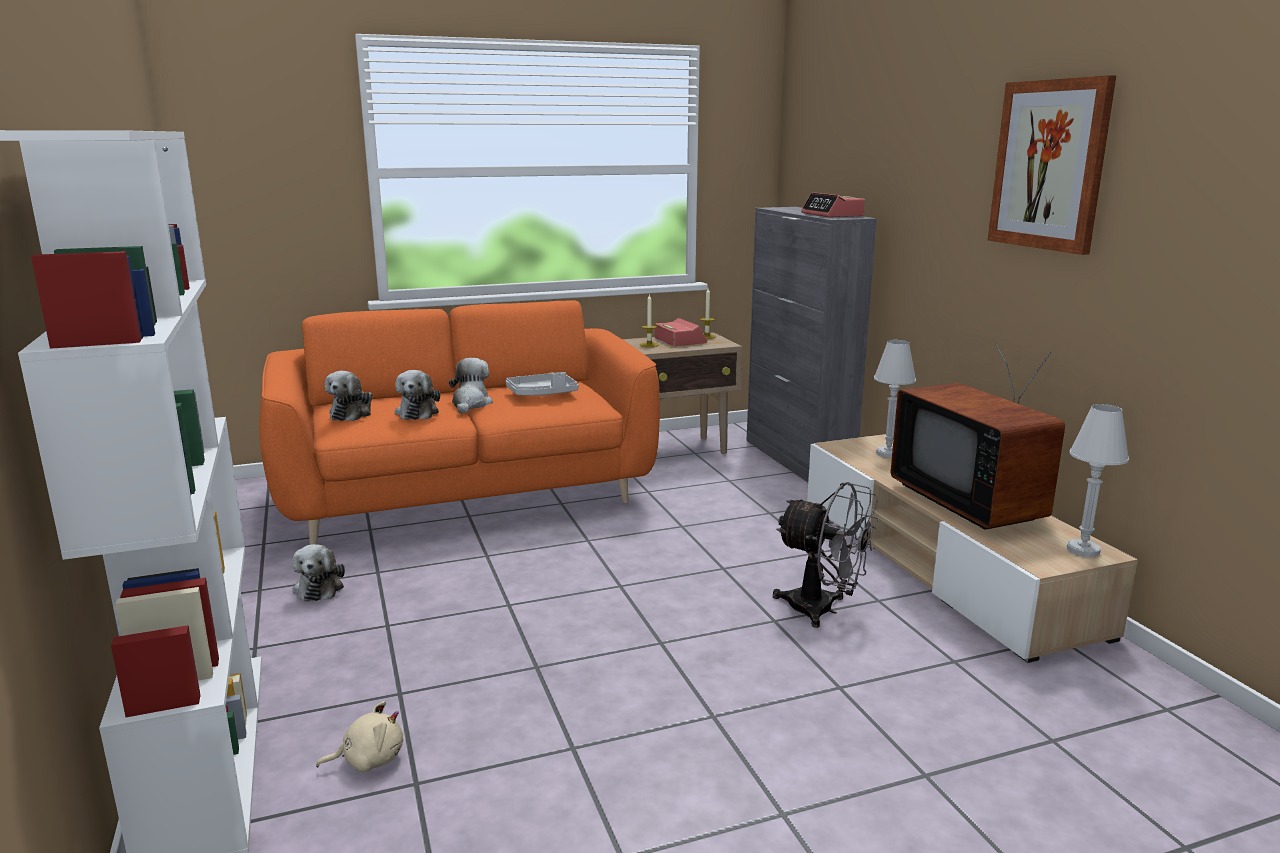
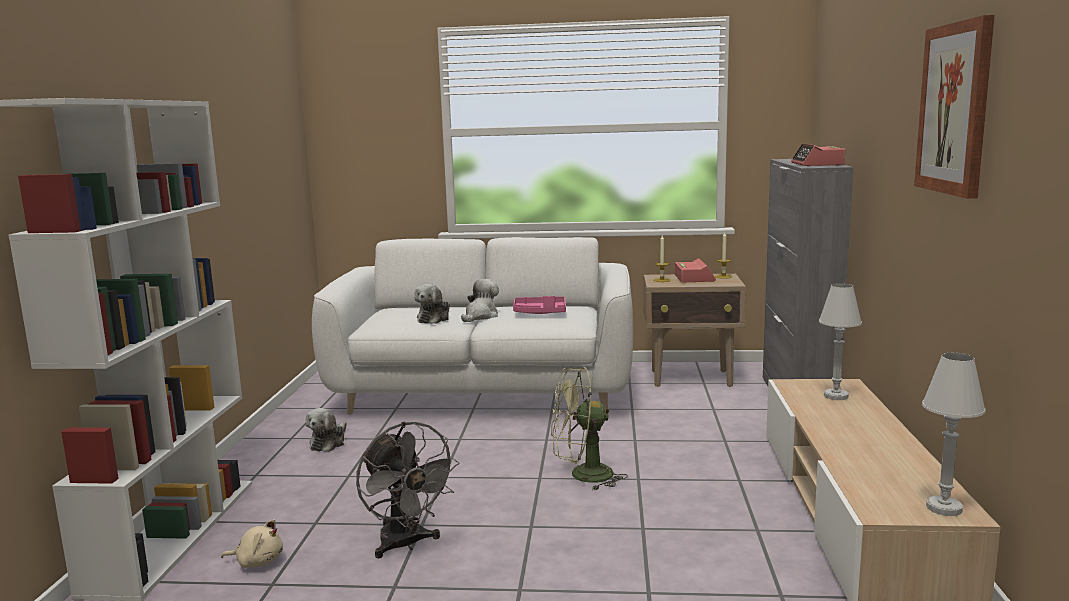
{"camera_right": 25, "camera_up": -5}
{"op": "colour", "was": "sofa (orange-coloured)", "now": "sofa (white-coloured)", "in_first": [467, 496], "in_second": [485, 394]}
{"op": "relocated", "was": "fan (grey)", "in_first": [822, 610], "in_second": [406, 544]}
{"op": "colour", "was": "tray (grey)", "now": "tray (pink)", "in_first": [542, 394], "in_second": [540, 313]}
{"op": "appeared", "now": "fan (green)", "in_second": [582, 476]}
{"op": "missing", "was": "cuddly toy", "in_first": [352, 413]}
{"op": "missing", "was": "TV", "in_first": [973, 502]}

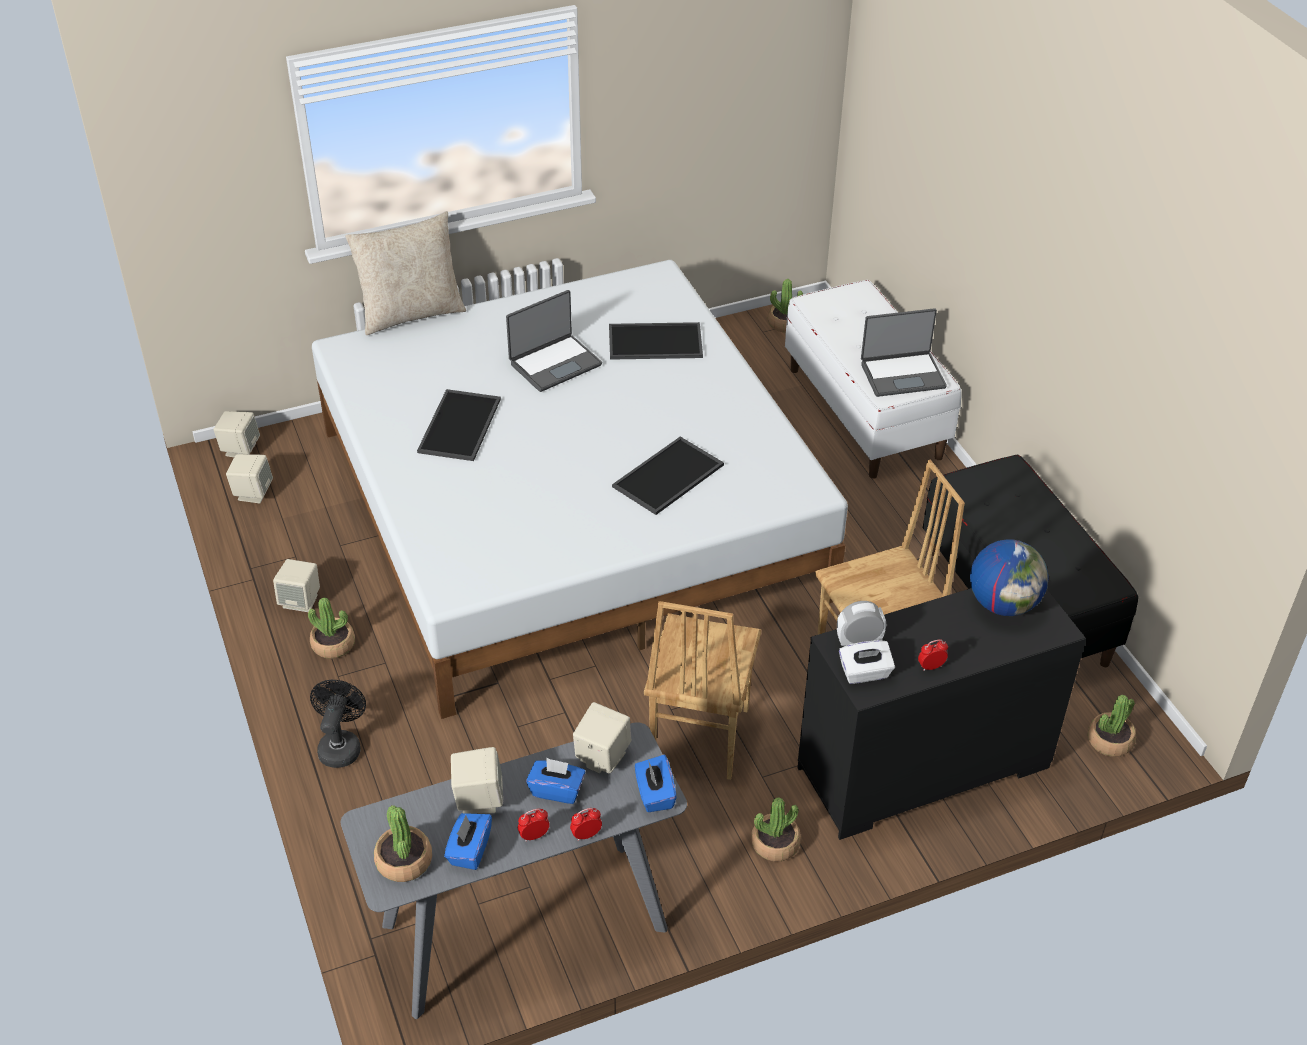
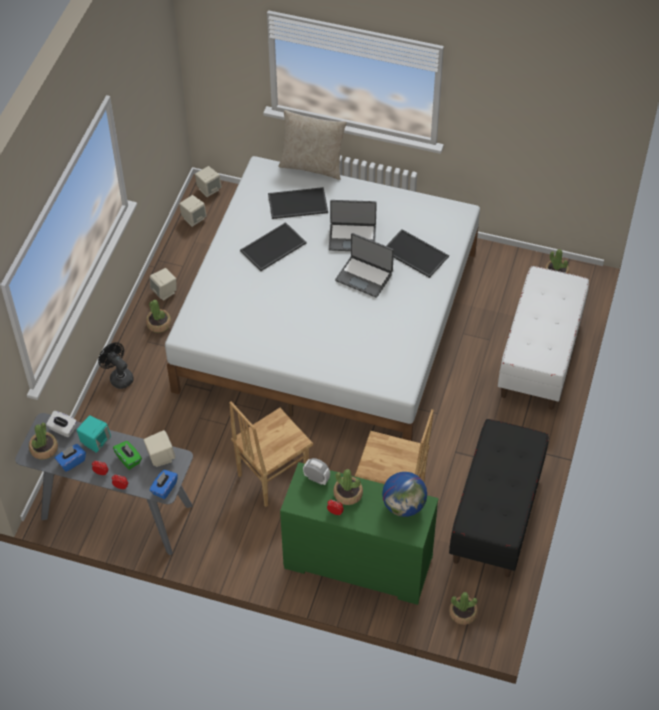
{"camera_right": 40, "camera_up": 10}
{"op": "relocated", "was": "tissue box (white-coloured)", "in_first": [865, 673], "in_second": [63, 429]}
{"op": "colour", "was": "speaker (sand-coloured)", "now": "speaker (turquoise-coloured)", "in_first": [478, 799], "in_second": [95, 442]}
{"op": "spun", "was": "fan (blackish)", "in_first": [341, 745], "in_second": [119, 377], "clockwise": -90}
{"op": "colour", "was": "tissue box (bluish)", "now": "tissue box (green)", "in_first": [557, 790], "in_second": [128, 459]}
{"op": "relocated", "was": "tray", "in_first": [668, 477], "in_second": [297, 204]}
{"op": "colour", "was": "drawer chest (blackish)", "now": "drawer chest (green)", "in_first": [923, 769], "in_second": [357, 563]}
{"op": "relocated", "was": "houseplant", "in_first": [775, 843], "in_second": [348, 494]}
{"op": "relocated", "was": "notebook computer", "in_first": [902, 374], "in_second": [364, 276]}

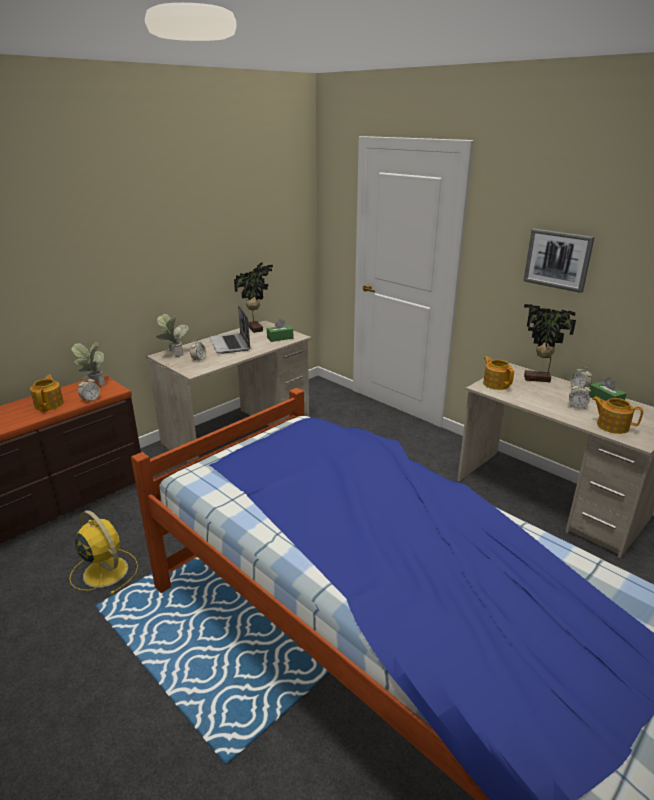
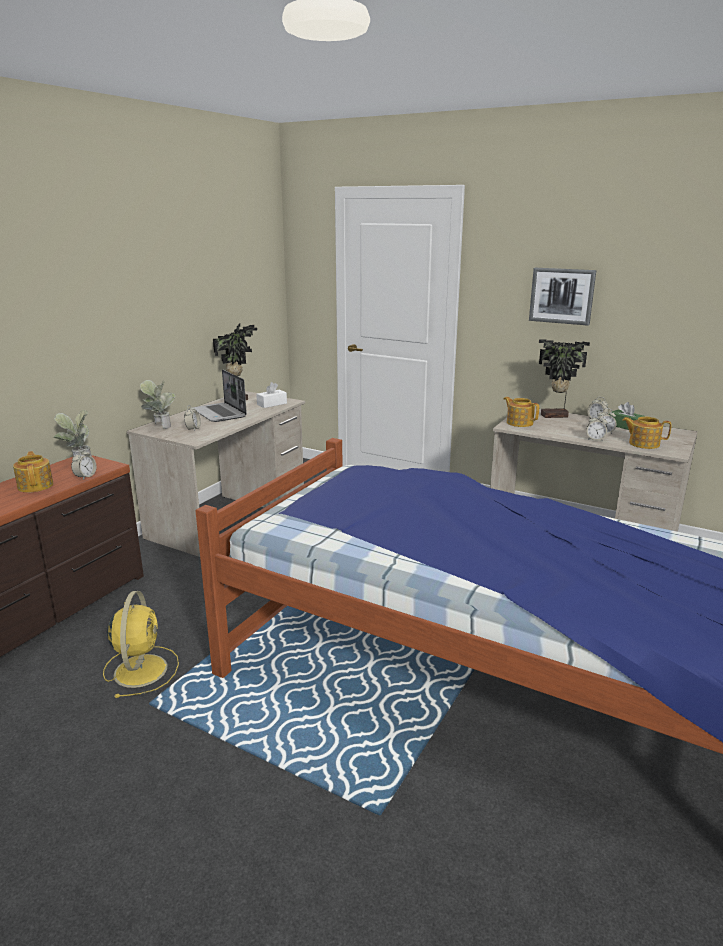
{"camera_right": -15, "camera_up": -5}
{"op": "spun", "was": "fan (yellow)", "in_first": [104, 571], "in_second": [141, 669], "clockwise": 60}
{"op": "colour", "was": "tissue box (green)", "now": "tissue box (white-coloured)", "in_first": [280, 338], "in_second": [272, 404]}
{"op": "appeared", "now": "table clock", "in_second": [595, 439]}

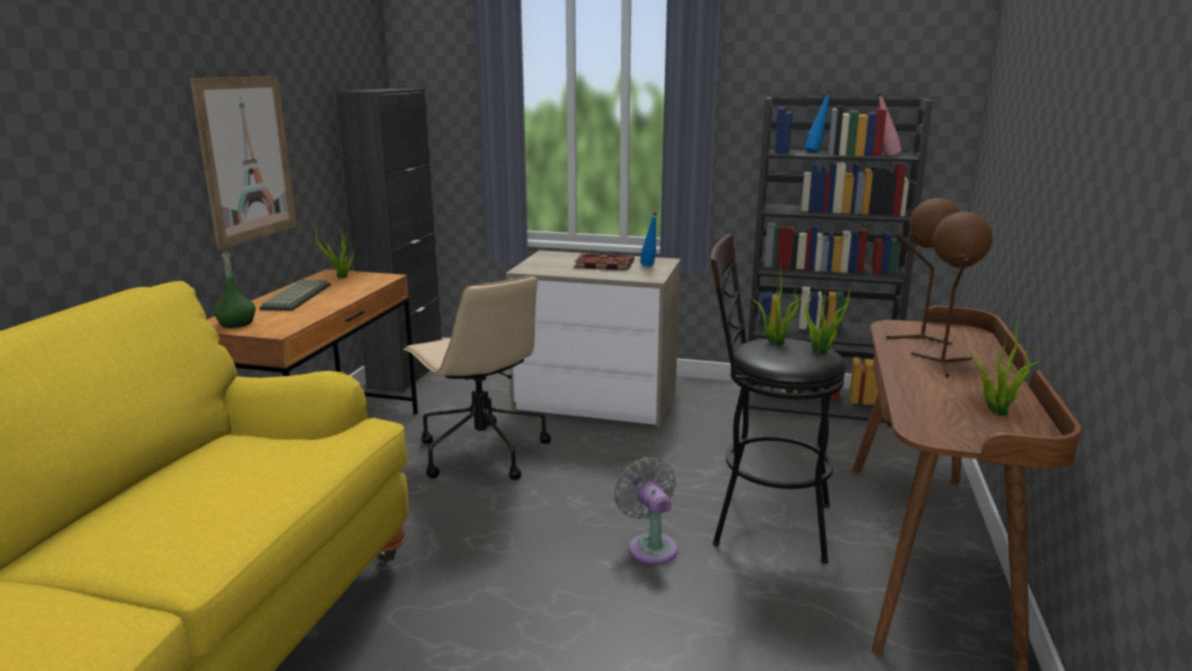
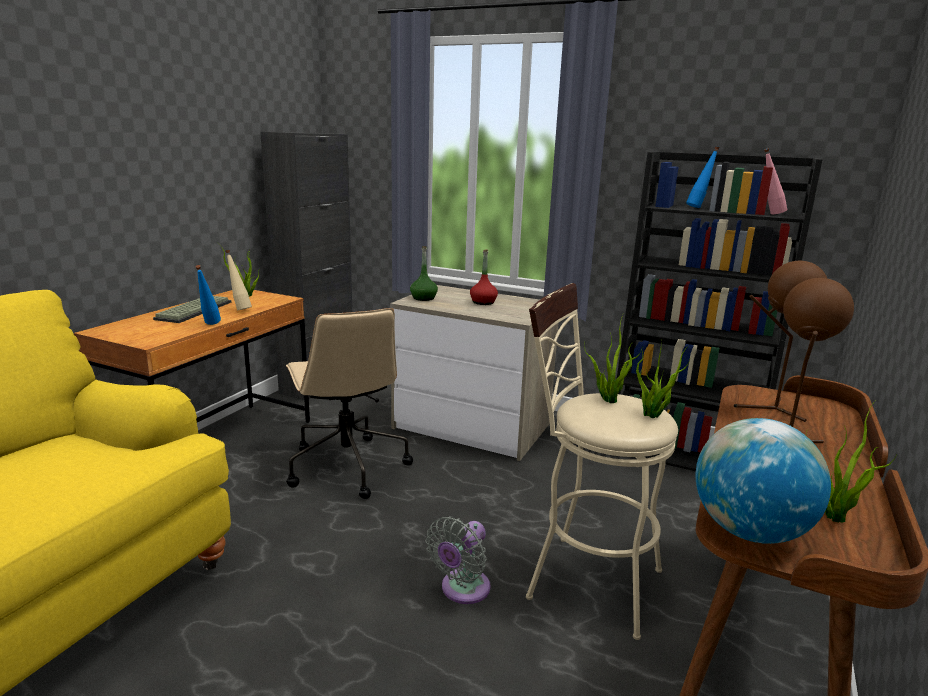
{"camera_right": 10, "camera_up": 0}
{"op": "relocated", "was": "beverage bottle (bluish)", "in_first": [649, 266], "in_second": [209, 325]}
{"op": "appeared", "now": "beverage bottle (sand-coloured)", "in_second": [239, 309]}
{"op": "relocated", "was": "beverage bottle (green)", "in_first": [236, 323], "in_second": [423, 298]}
{"op": "spun", "was": "fan (grey)", "in_first": [650, 546], "in_second": [462, 590], "clockwise": -135}
{"op": "exchanged", "was": "bound book", "now": "beverage bottle (red-coloured)", "in_first": [602, 264], "in_second": [483, 302]}
{"op": "colour", "was": "stool seat (blackish)", "now": "stool seat (sand-coloured)", "in_first": [760, 522], "in_second": [583, 579]}
{"op": "appeared", "now": "world globe", "in_second": [748, 531]}
{"op": "missing", "was": "wall picture", "in_first": [246, 159]}

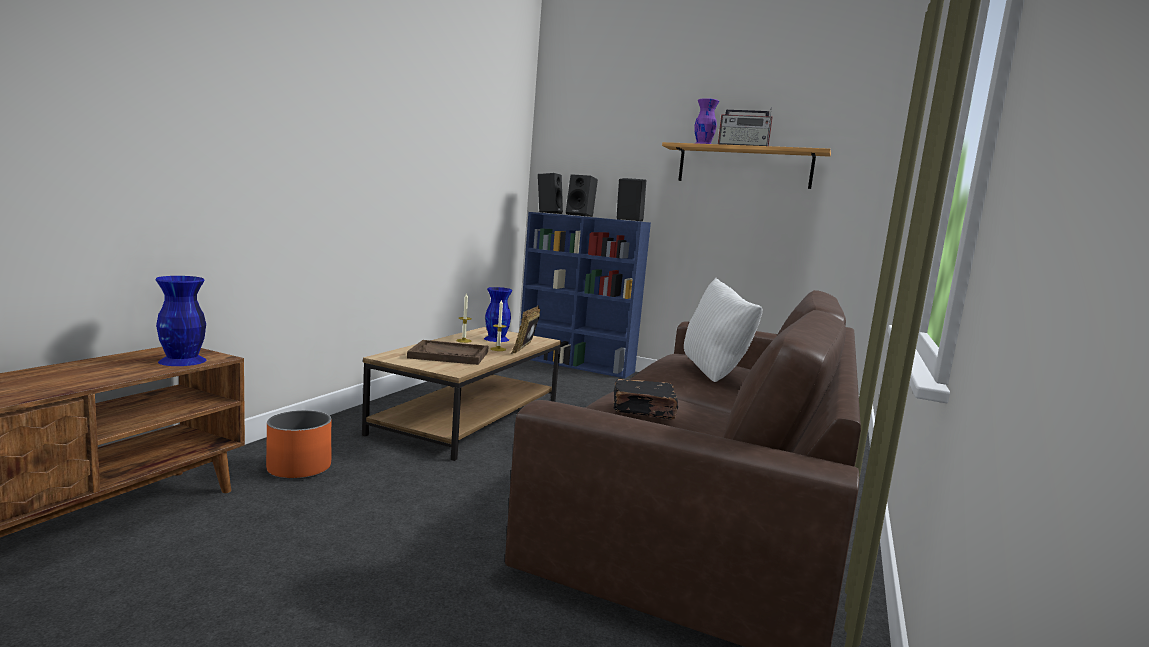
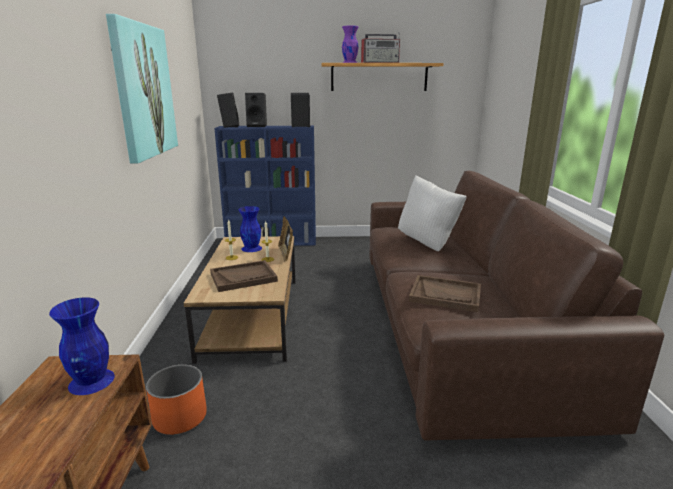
{"camera_right": -25, "camera_up": 10}
{"op": "appeared", "now": "wall picture", "in_second": [143, 91]}
{"op": "exchanged", "was": "bound book (blackish)", "now": "tray (brown-coloured)", "in_first": [644, 411], "in_second": [445, 295]}

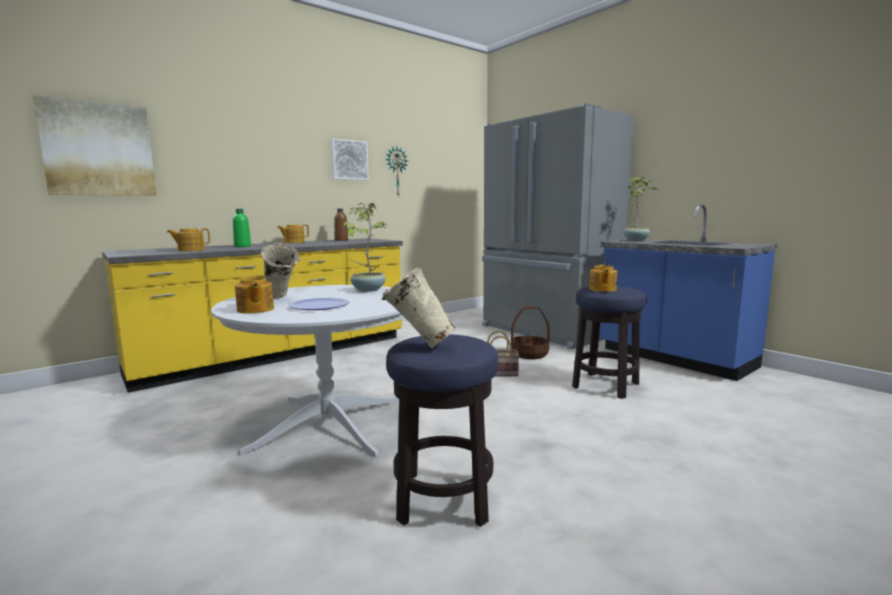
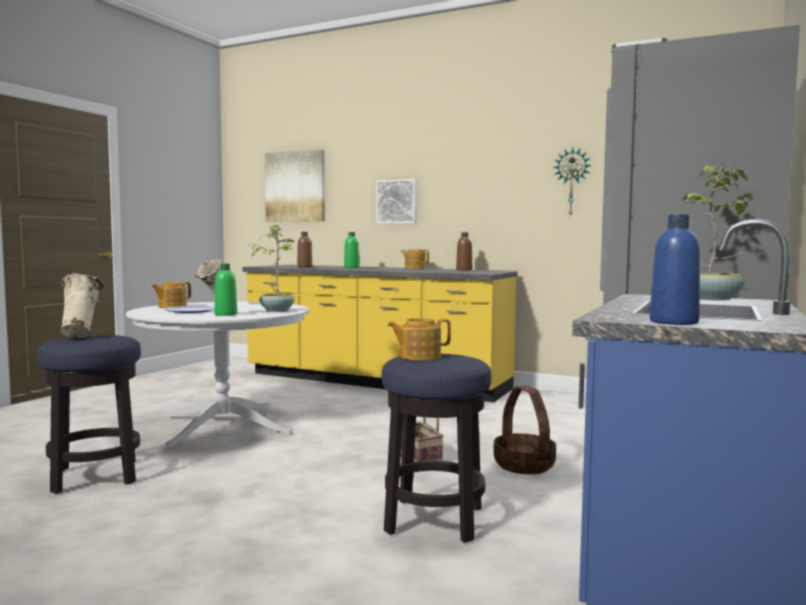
{"camera_right": 65, "camera_up": -5}
{"op": "appeared", "now": "beverage bottle (green)", "in_second": [226, 314]}
{"op": "exchanged", "was": "teapot", "now": "beverage bottle (brown-coloured)", "in_first": [190, 250], "in_second": [304, 267]}
{"op": "relocated", "was": "wall picture", "in_first": [349, 160], "in_second": [397, 201]}
{"op": "appeared", "now": "beverage bottle (bluish)", "in_second": [673, 322]}

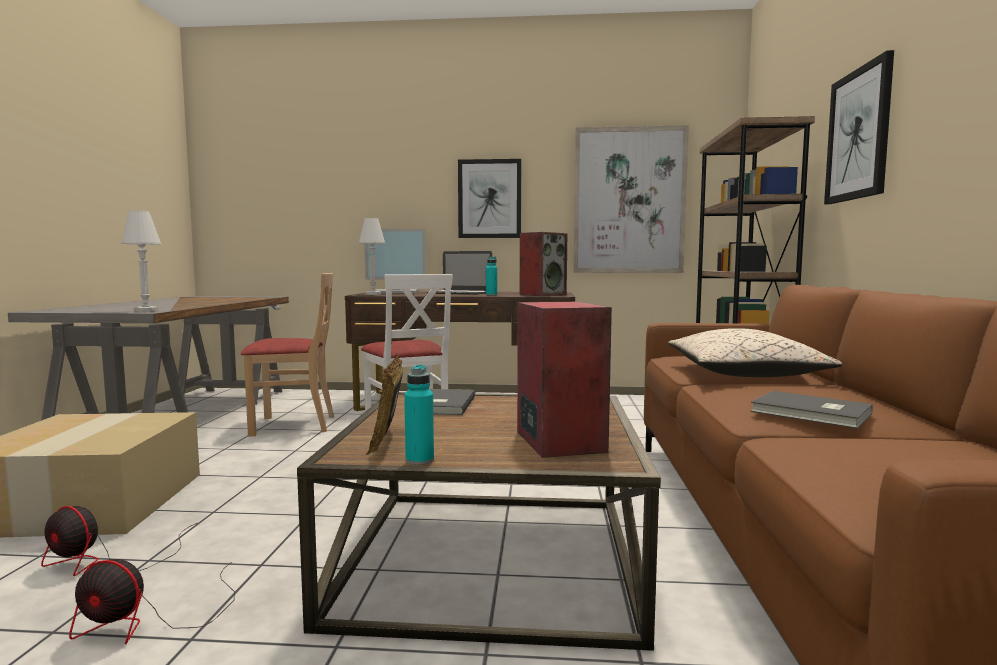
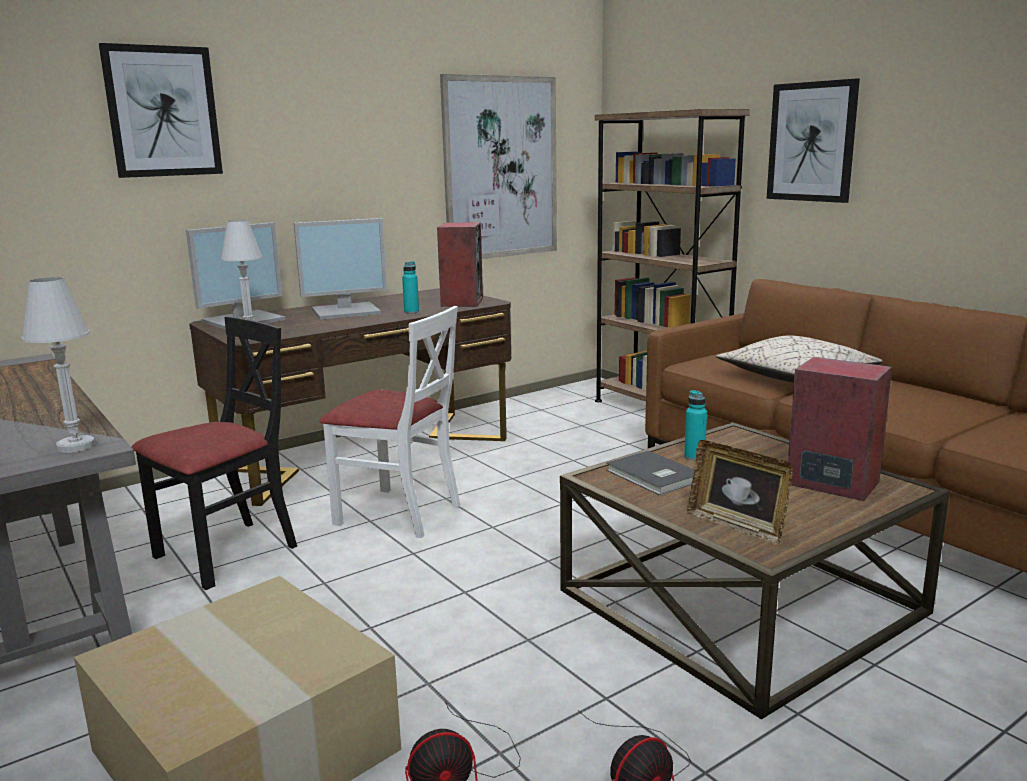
{"camera_right": -40, "camera_up": 10}
{"op": "relocated", "was": "wall picture", "in_first": [489, 199], "in_second": [163, 112]}
{"op": "colour", "was": "chair (sand-coloured)", "now": "chair (blackish)", "in_first": [293, 425], "in_second": [227, 553]}
{"op": "exchanged", "was": "notebook computer", "now": "monitor", "in_first": [460, 293], "in_second": [347, 311]}
{"op": "relocated", "was": "beverage bottle (turquoise-coloured)", "in_first": [419, 460], "in_second": [694, 457]}
{"op": "missing", "was": "bound book (grey)", "in_first": [811, 413]}

